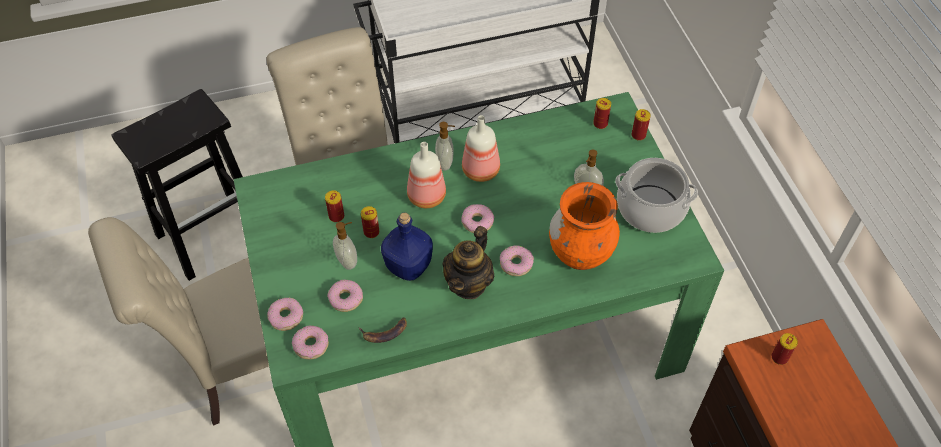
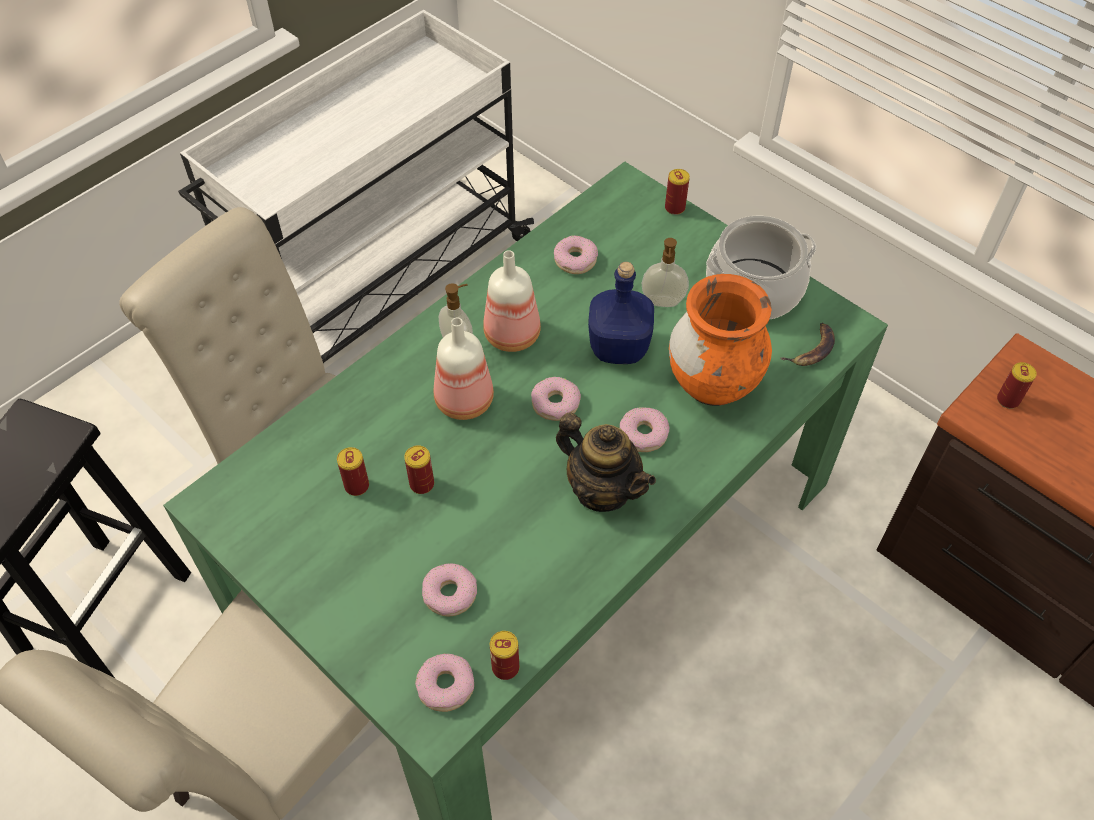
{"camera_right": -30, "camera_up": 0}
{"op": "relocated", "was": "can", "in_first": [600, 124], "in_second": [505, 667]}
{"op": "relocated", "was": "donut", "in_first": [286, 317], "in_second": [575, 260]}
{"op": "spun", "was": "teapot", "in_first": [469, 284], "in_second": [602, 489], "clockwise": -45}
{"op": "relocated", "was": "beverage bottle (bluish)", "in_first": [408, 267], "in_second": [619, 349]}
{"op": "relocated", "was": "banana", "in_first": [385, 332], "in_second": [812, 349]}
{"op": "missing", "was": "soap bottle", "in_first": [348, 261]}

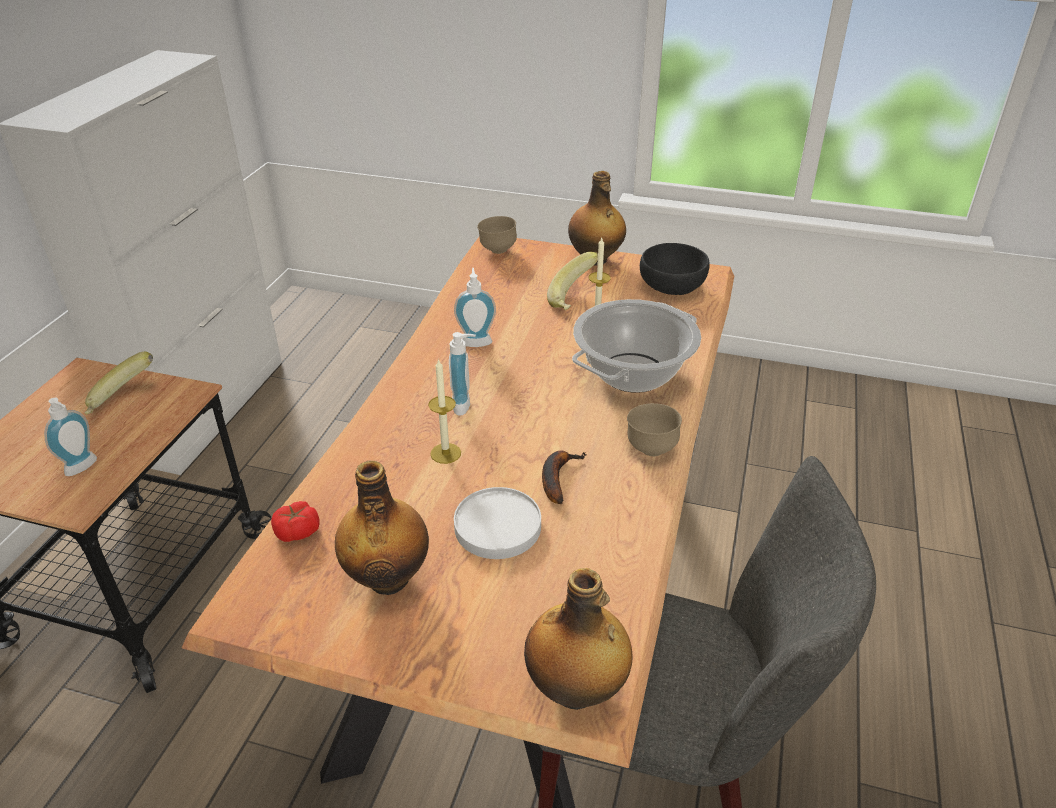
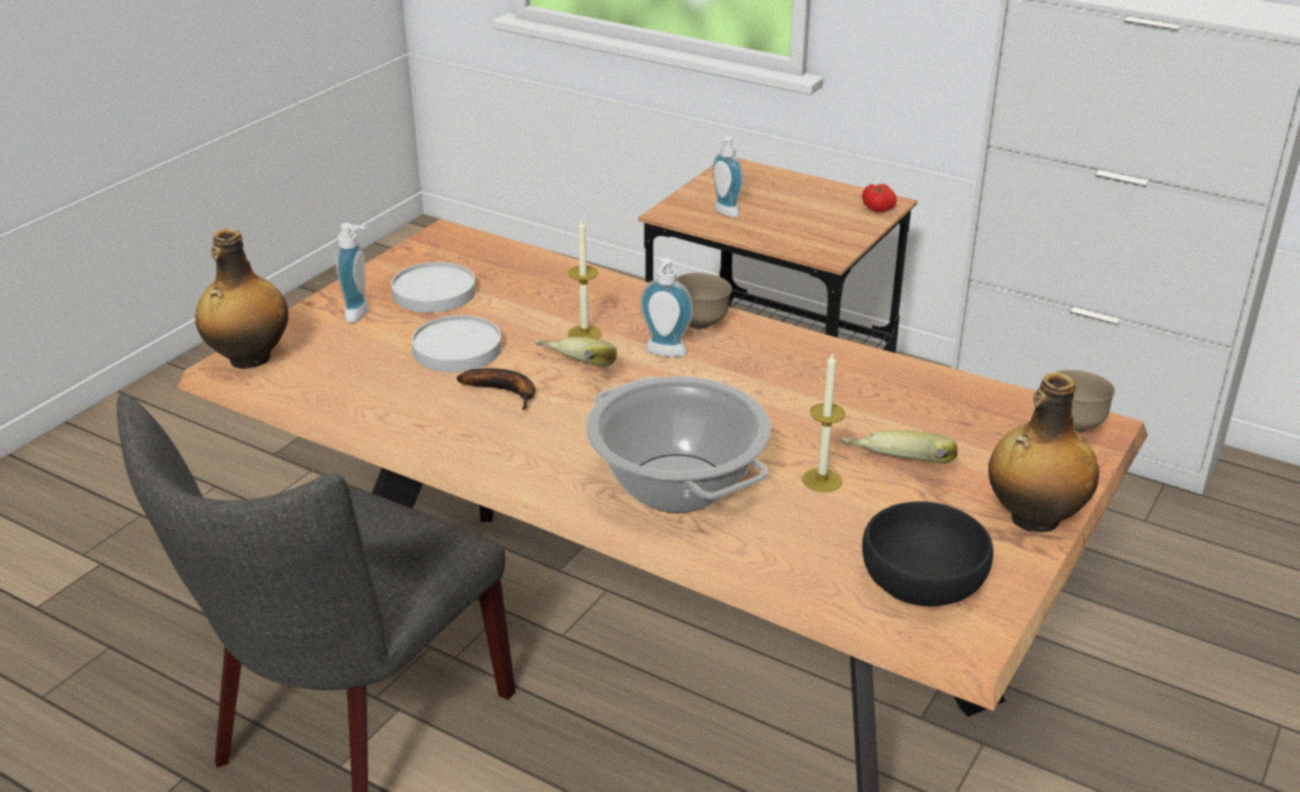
{"camera_right": 105, "camera_up": -5}
{"op": "relocated", "was": "soap bottle", "in_first": [476, 340], "in_second": [361, 314]}
{"op": "exchanged", "was": "beverage bottle", "now": "plate (white-coloured)", "in_first": [388, 577], "in_second": [434, 292]}
{"op": "relocated", "was": "banana", "in_first": [123, 401], "in_second": [573, 374]}
{"op": "relocated", "was": "deep dish (brown-coloured)", "in_first": [651, 449], "in_second": [701, 324]}
{"op": "relocated", "was": "fresh tomato", "in_first": [297, 531], "in_second": [877, 207]}

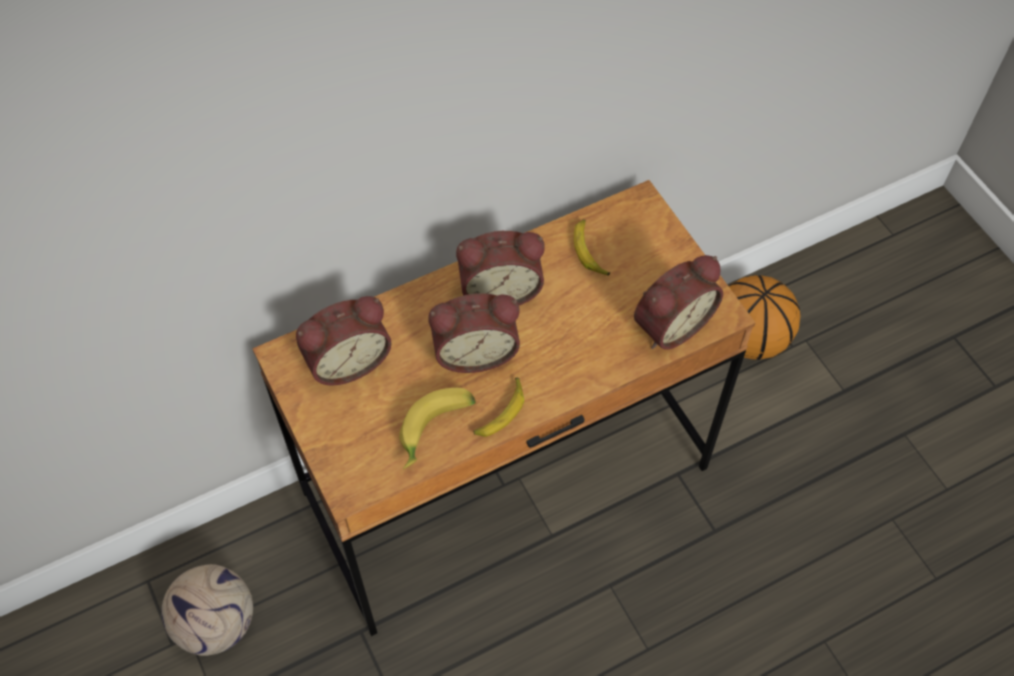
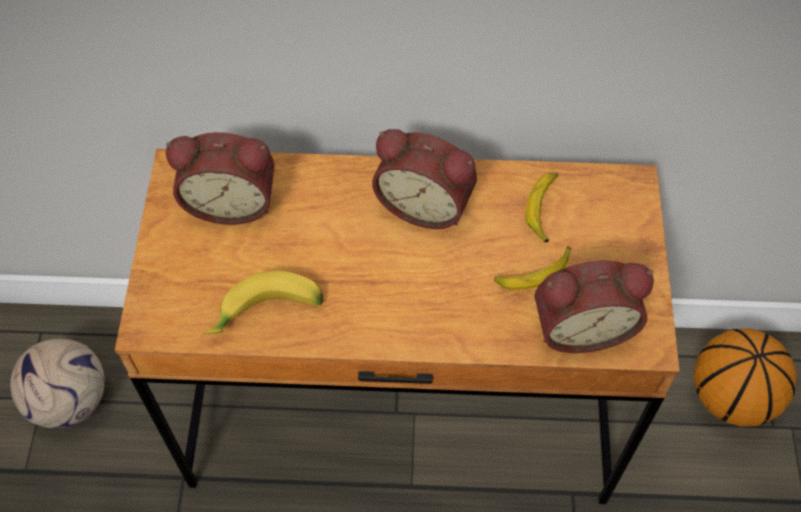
{"camera_right": 30, "camera_up": 0}
{"op": "relocated", "was": "banana", "in_first": [500, 412], "in_second": [533, 273]}
{"op": "missing", "was": "table clock", "in_first": [474, 350]}

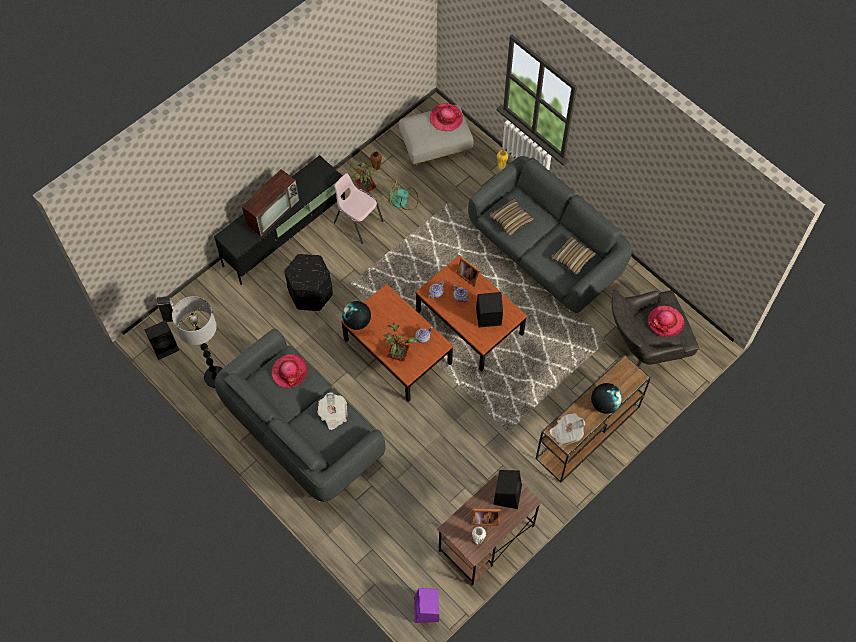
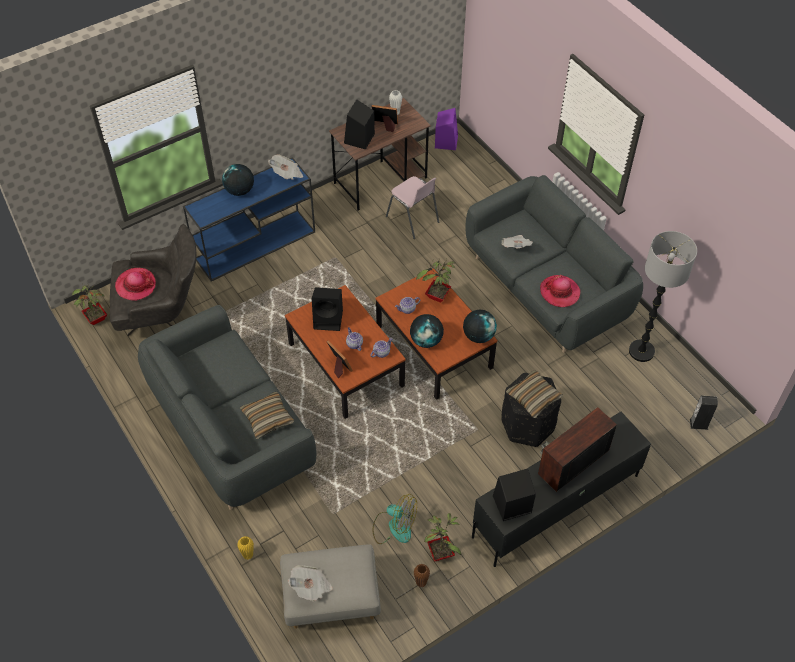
{"camera_right": -170, "camera_up": -10}
{"op": "appeared", "now": "houseplant", "in_second": [95, 319]}
{"op": "colour", "was": "narrow table (brown-coloured)", "now": "narrow table (bluish)", "in_first": [587, 434], "in_second": [256, 244]}
{"op": "exchanged", "was": "clothing hat", "now": "printed paper", "in_first": [446, 118], "in_second": [311, 587]}
{"op": "relocated", "was": "chair (pink)", "in_first": [358, 222], "in_second": [413, 220]}
{"op": "appeared", "now": "world globe", "in_second": [426, 340]}
{"op": "relocated", "was": "speaker (blackish)", "in_first": [165, 345], "in_second": [511, 505]}
{"op": "relocated", "was": "throw pillow", "in_first": [572, 258], "in_second": [533, 397]}

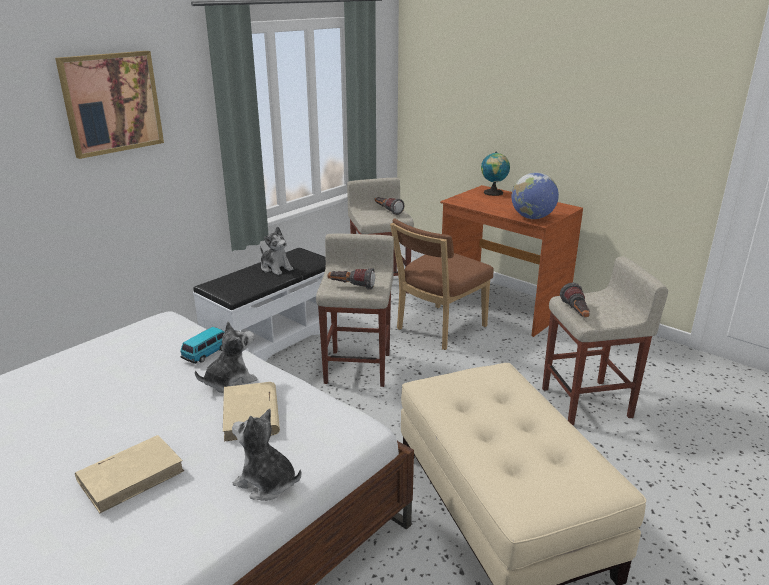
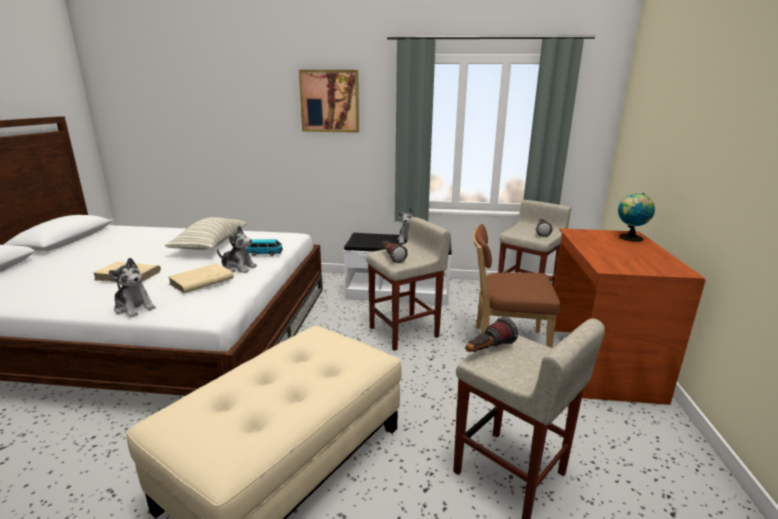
{"camera_right": 55, "camera_up": -5}
{"op": "spun", "was": "cuddly toy", "in_first": [266, 483], "in_second": [134, 307], "clockwise": 135}
{"op": "appeared", "now": "throw pillow", "in_second": [210, 245]}
{"op": "missing", "was": "world globe", "in_first": [532, 218]}

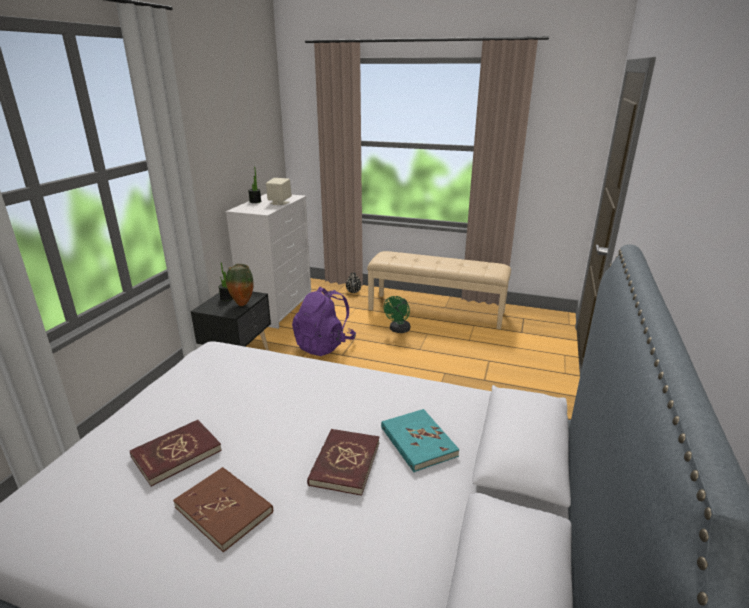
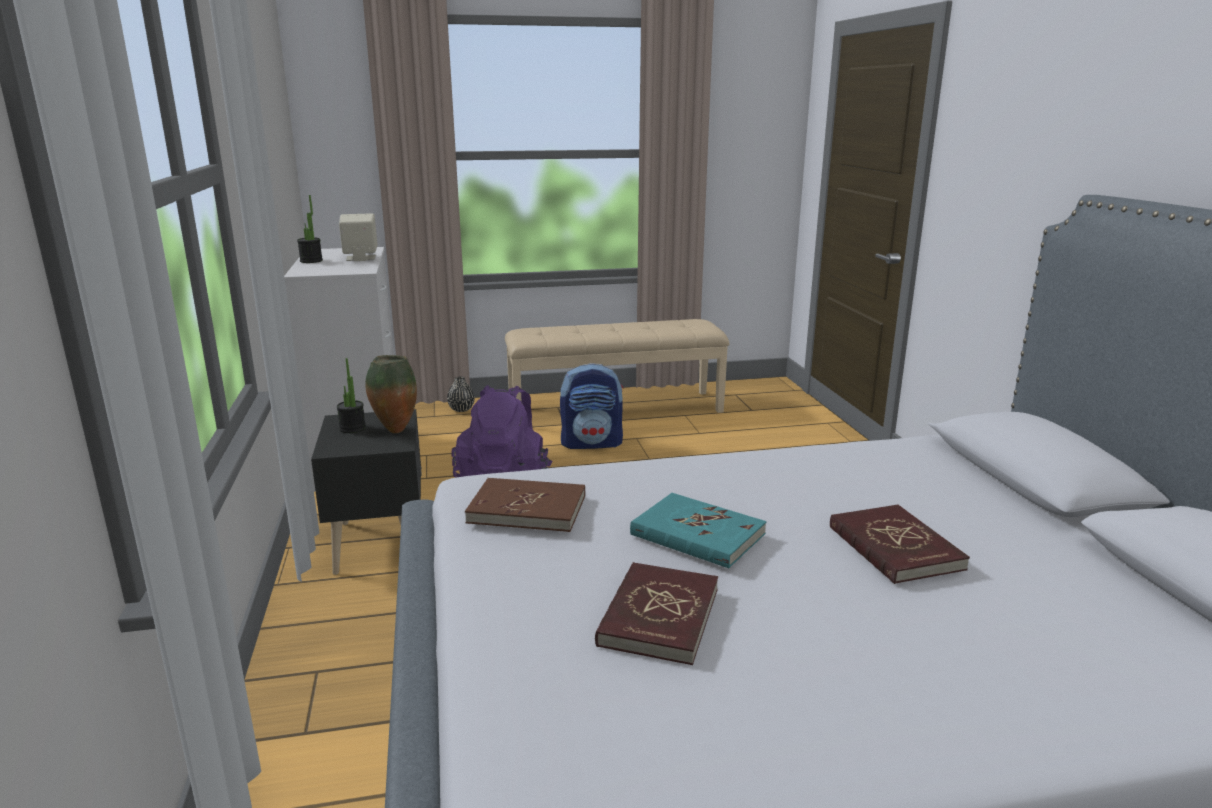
{"camera_right": -30, "camera_up": -5}
{"op": "relocated", "was": "bound book (brown-coloured)", "in_first": [224, 509], "in_second": [527, 509]}
{"op": "exchanged", "was": "fan (green)", "now": "backpack", "in_first": [398, 330], "in_second": [592, 443]}
{"op": "relocated", "was": "bound book (turquoise-coloured)", "in_first": [418, 442], "in_second": [697, 535]}

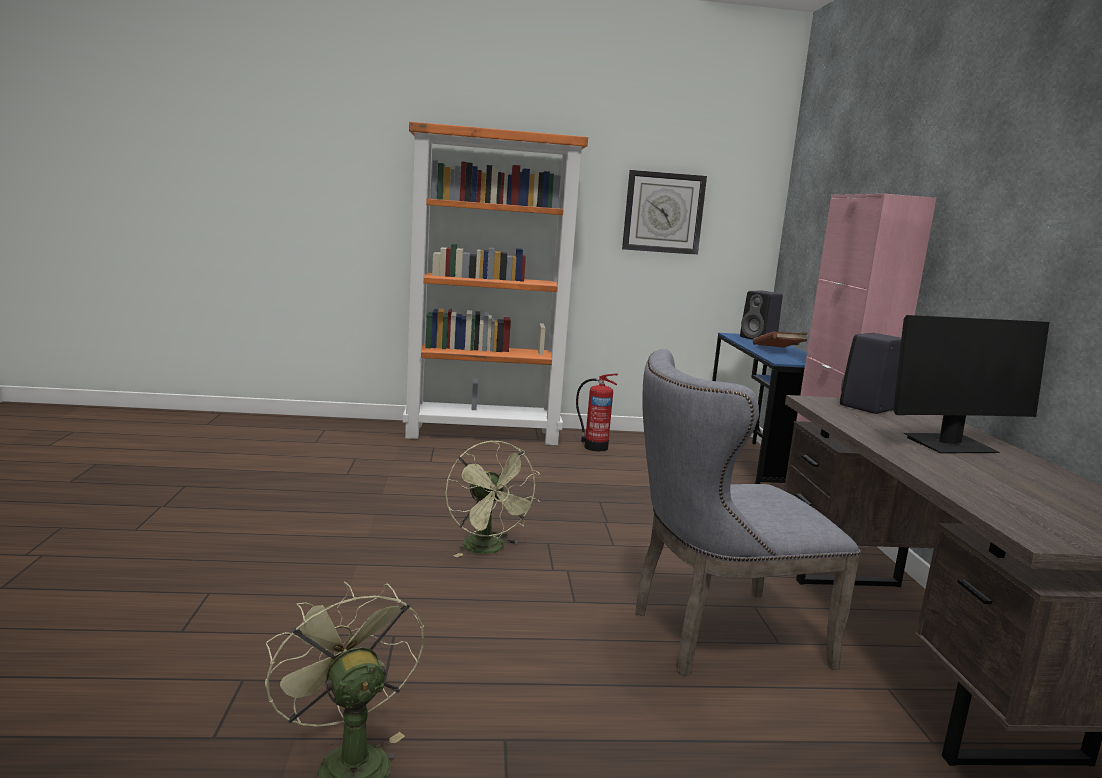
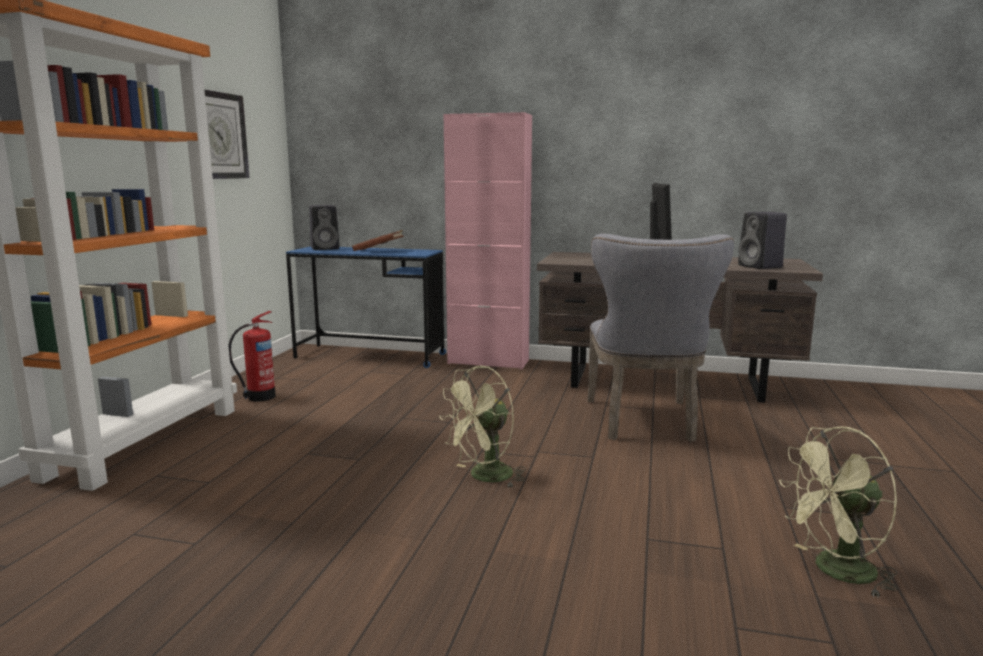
{"camera_right": -70, "camera_up": 0}
{"op": "spun", "was": "fan (green)", "in_first": [489, 549], "in_second": [484, 477], "clockwise": 150}
{"op": "relocated", "was": "speaker (blackish)", "in_first": [867, 408], "in_second": [761, 266]}

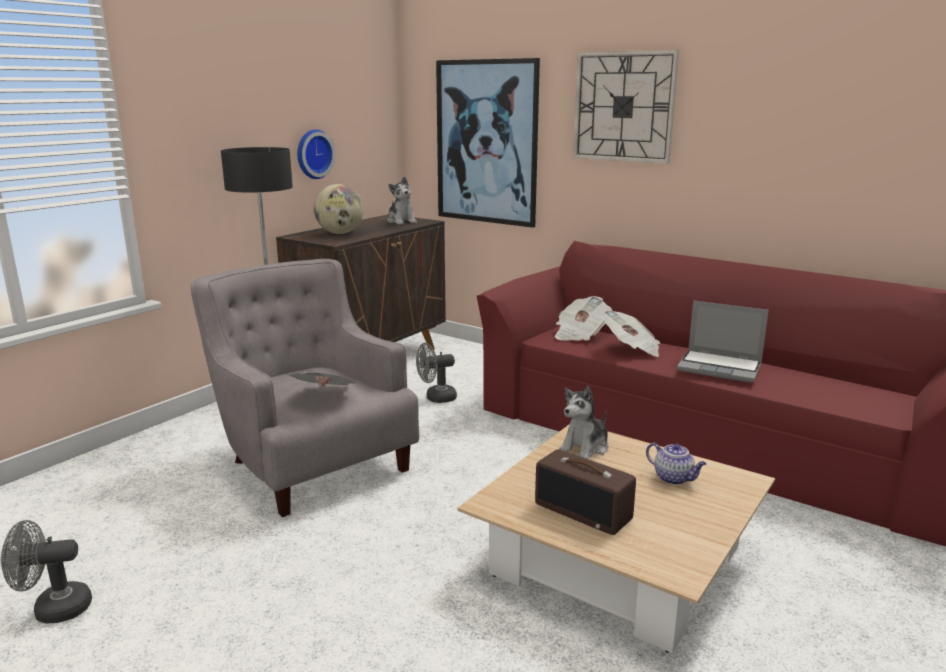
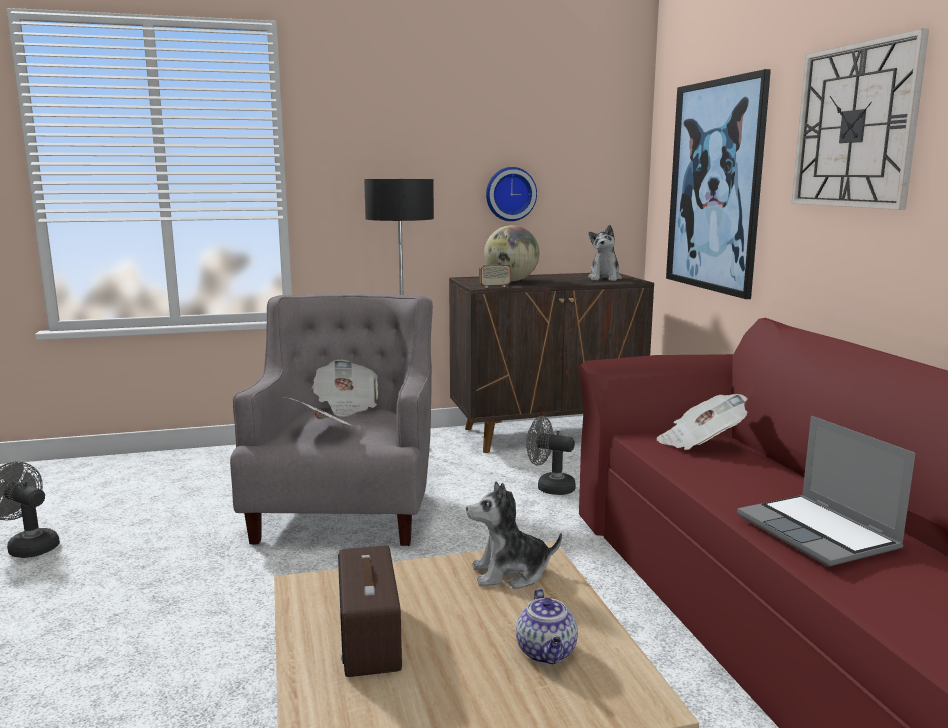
{"camera_right": 40, "camera_up": -5}
{"op": "relocated", "was": "printed paper", "in_first": [632, 348], "in_second": [346, 406]}
{"op": "appeared", "now": "radio receiver", "in_second": [494, 287]}

